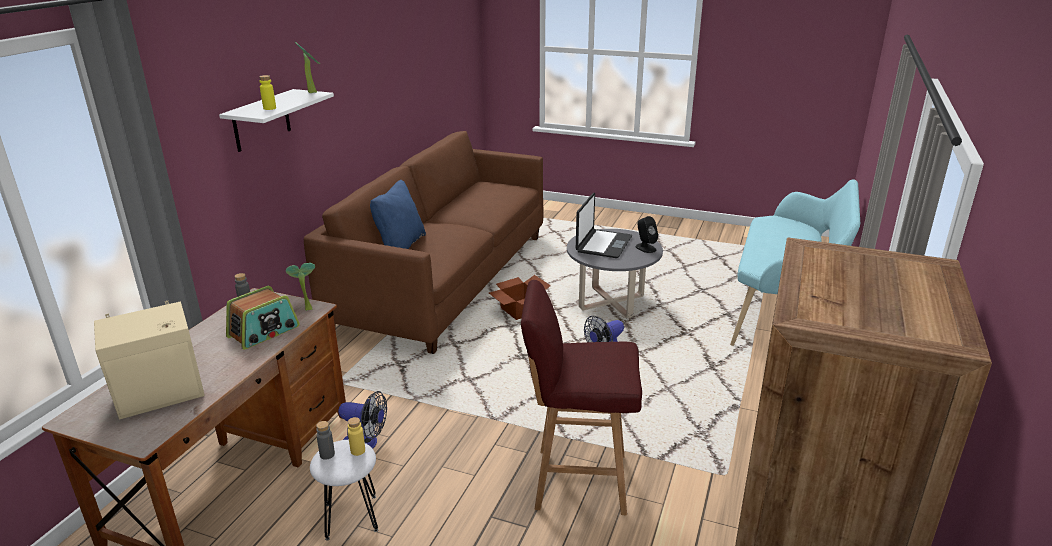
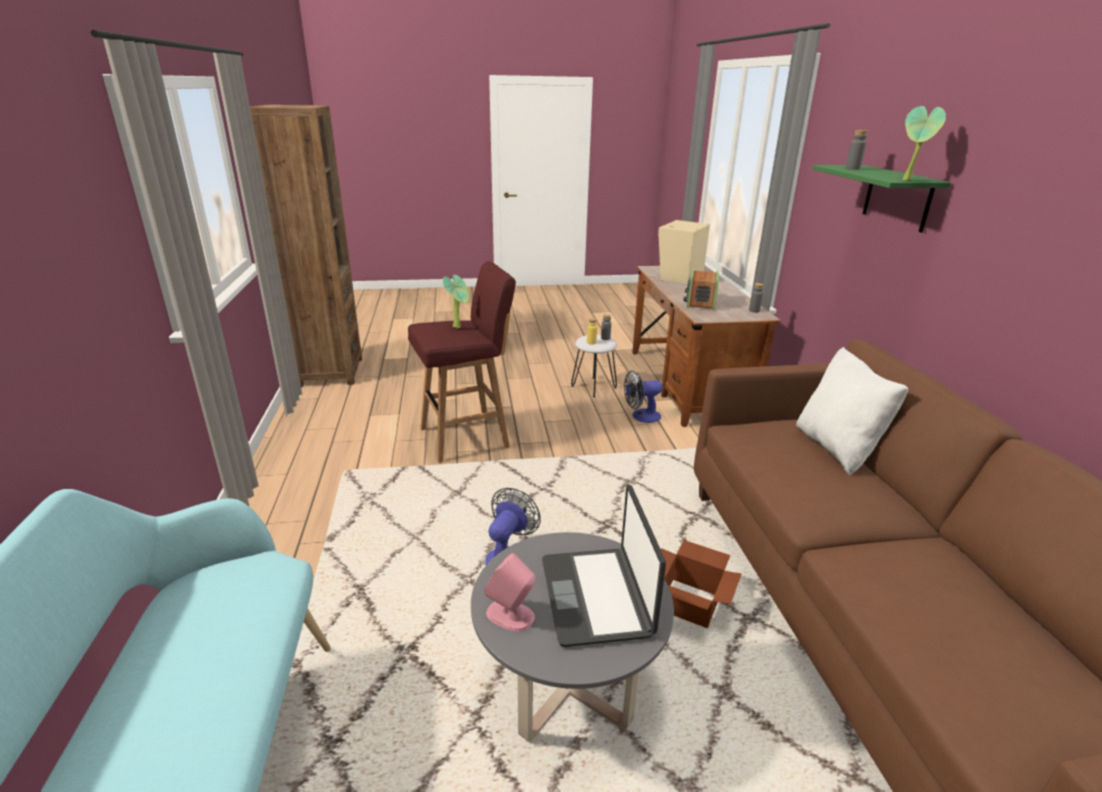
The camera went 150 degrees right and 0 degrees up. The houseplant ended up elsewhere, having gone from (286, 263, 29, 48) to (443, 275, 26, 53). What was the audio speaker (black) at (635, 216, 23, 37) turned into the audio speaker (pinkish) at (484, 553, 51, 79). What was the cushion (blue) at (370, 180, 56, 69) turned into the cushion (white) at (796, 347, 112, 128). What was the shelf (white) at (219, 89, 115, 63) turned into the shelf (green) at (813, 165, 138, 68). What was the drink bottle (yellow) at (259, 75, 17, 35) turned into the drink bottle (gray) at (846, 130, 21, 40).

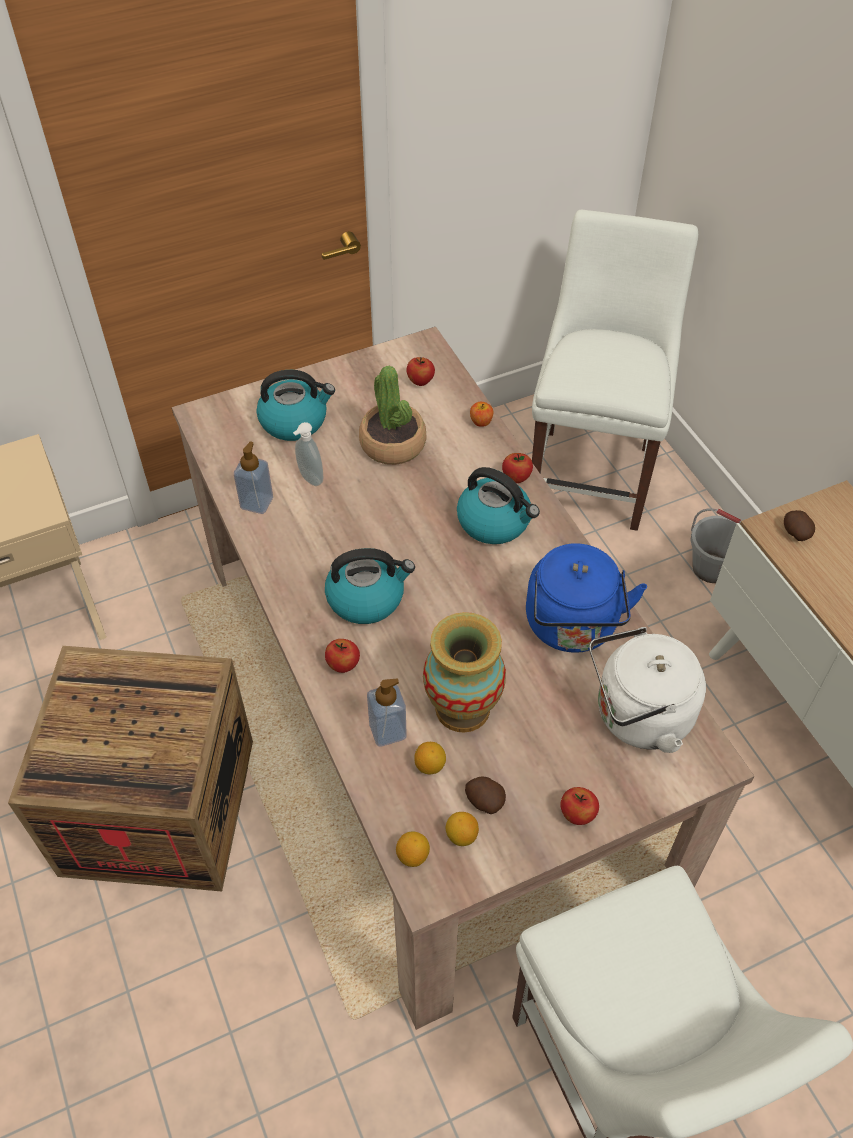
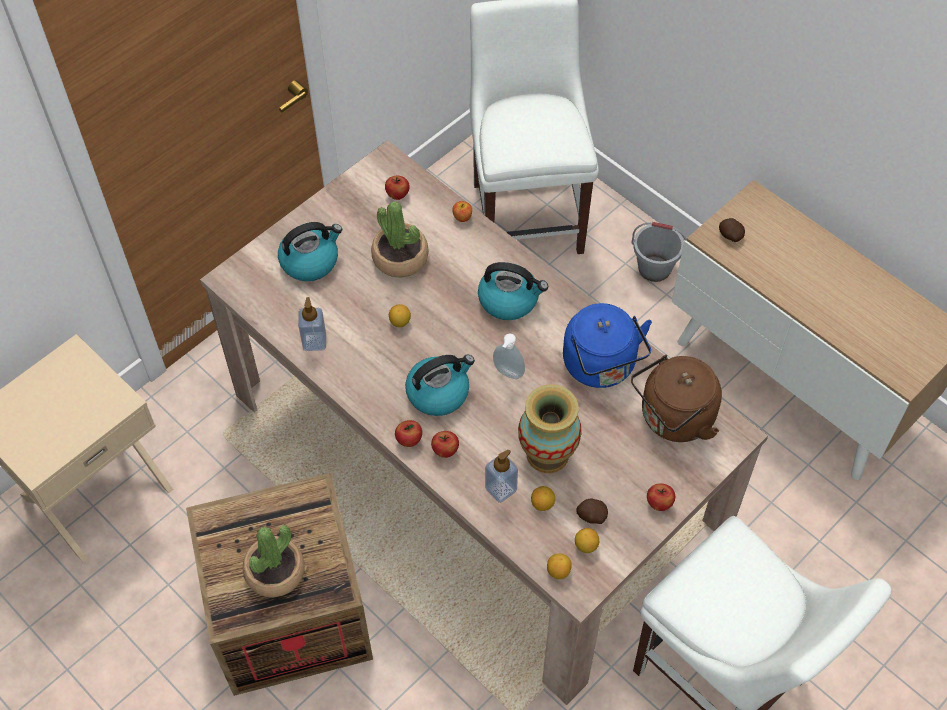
The camera went 20 degrees left and 5 degrees up. The second view gained the houseplant at (243, 525, 61, 72). The second view gained the whole lemon at (389, 304, 22, 23). The whole apple ended up elsewhere, having gone from (502, 453, 31, 30) to (395, 420, 27, 27). The soap dispenser ended up elsewhere, having gone from (293, 422, 30, 64) to (493, 333, 32, 46). What was the water kettle (white) at (590, 627, 116, 126) turned into the water kettle (brown) at (631, 355, 91, 87).

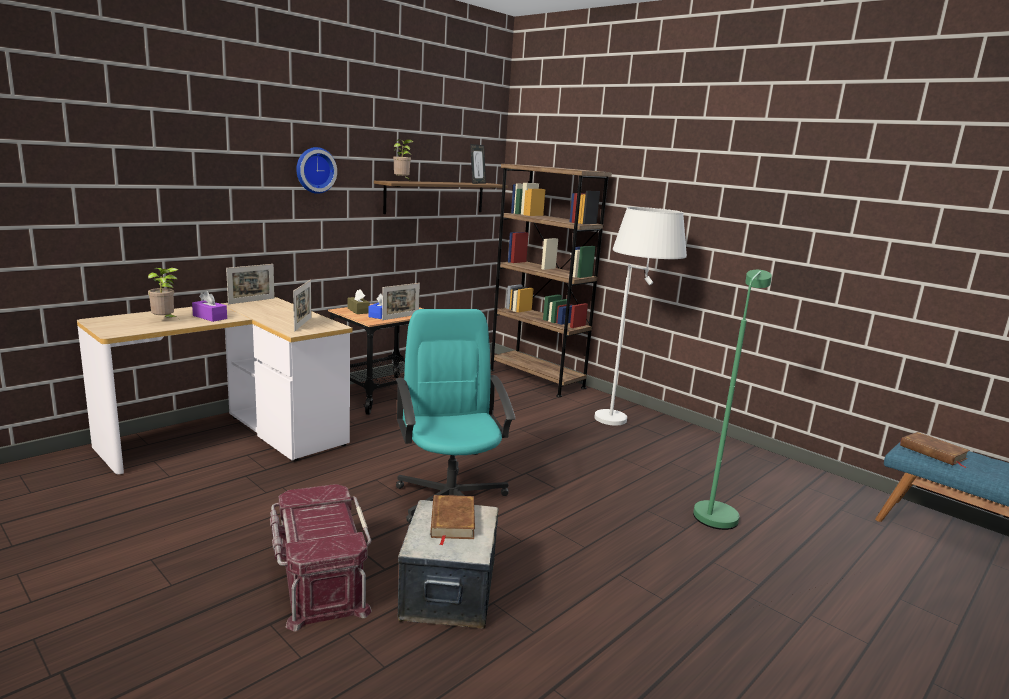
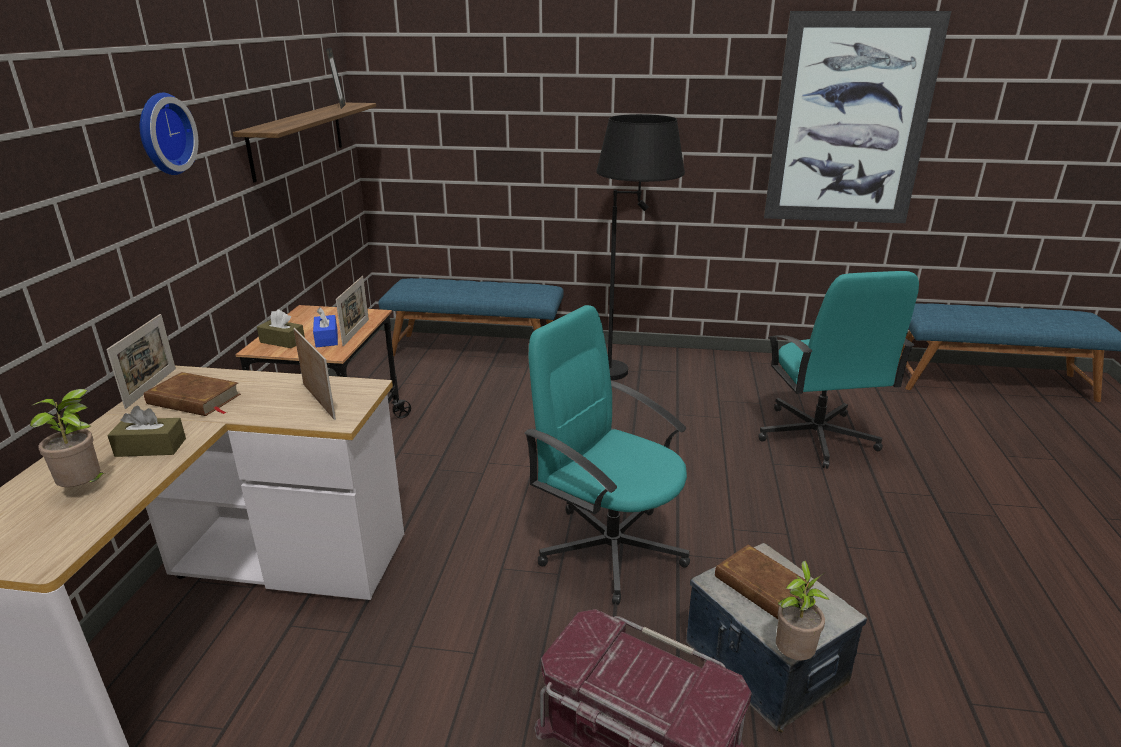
The camera went 35 degrees left and 10 degrees up. What was the box of tissues (purple-coloured) at (192, 291, 35, 31) turned into the box of tissues (brown) at (107, 406, 79, 51). The book (brown) ended up elsewhere, having gone from (900, 432, 70, 36) to (144, 372, 97, 44). Where the bookcase (brown) stood at (490, 164, 122, 233), the long seat (blue) came to stand at (378, 278, 186, 78). What was the floor lamp (white) at (595, 207, 92, 219) turned into the floor lamp (black) at (596, 114, 89, 266). Where the floor lamp (green) stood at (693, 270, 79, 260), the office chair (blue-green) came to stand at (758, 271, 161, 198). The second view gained the wall art at (764, 11, 187, 212). The houseplant ended up elsewhere, having gone from (393, 139, 20, 41) to (776, 561, 54, 99).

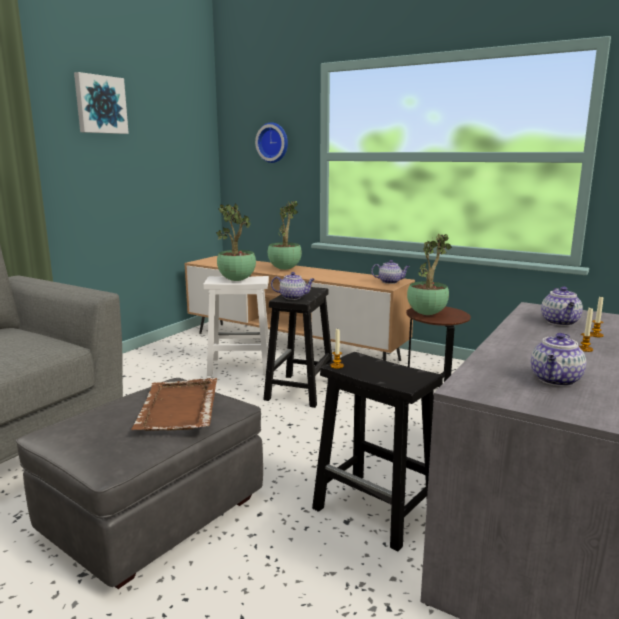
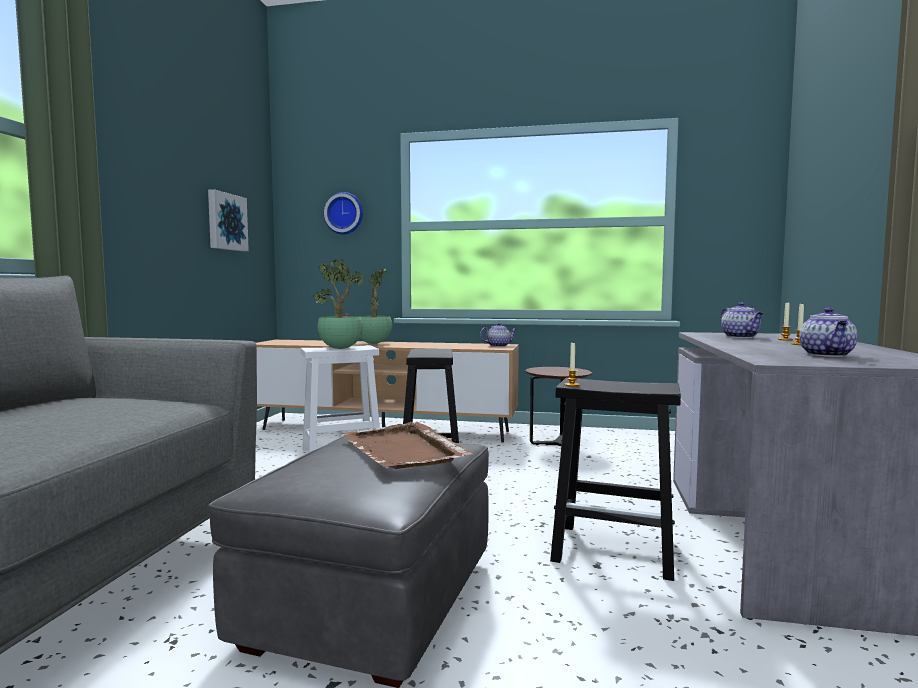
The camera went 20 degrees left and 10 degrees down. The wall art ended up elsewhere, having gone from (74, 72, 55, 62) to (208, 189, 41, 62). The second view lost the teapot at (271, 272, 44, 28). The second view lost the houseplant at (407, 233, 45, 82).

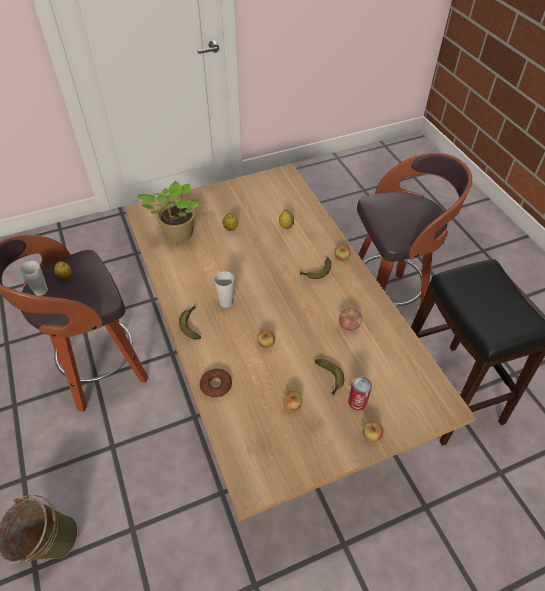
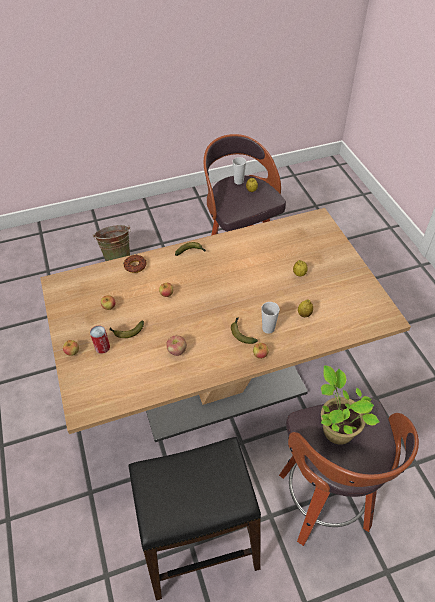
The camera went 95 degrees right and 0 degrees up. The cup ended up elsewhere, having gone from (214, 271, 20, 37) to (261, 302, 19, 32). The houseplant ended up elsewhere, having gone from (137, 181, 62, 62) to (321, 365, 59, 80).

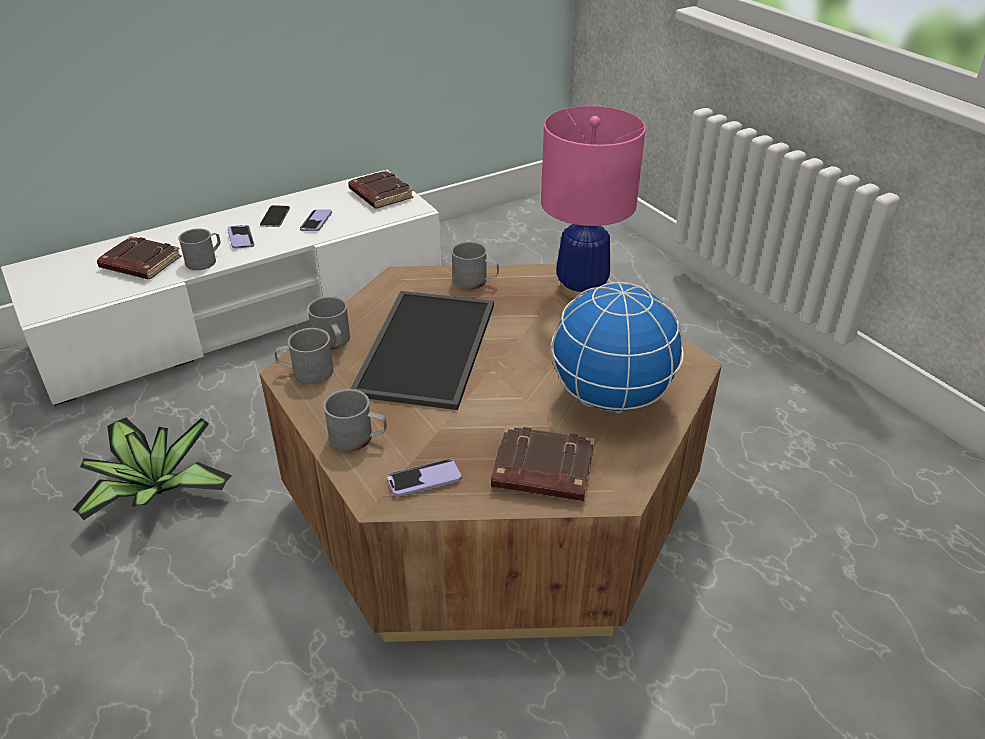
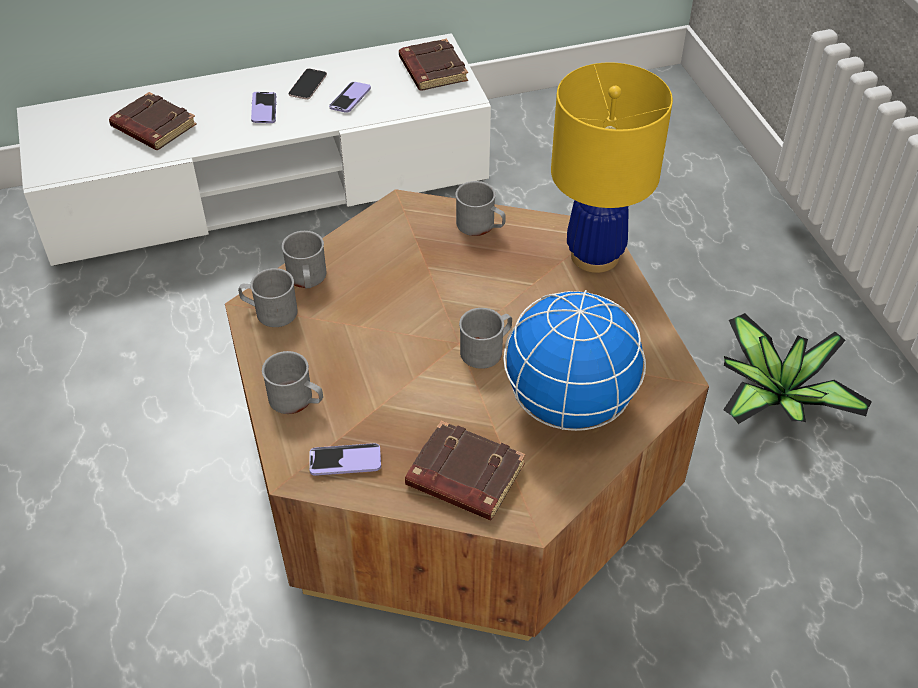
The camera went 15 degrees right and 10 degrees up. The tea mug (gray) ended up elsewhere, having gone from (178, 228, 43, 42) to (459, 308, 53, 61). What was the lamp for a table (pinkish) at (541, 106, 105, 193) turned into the lamp for a table (yellow) at (551, 62, 122, 211). The houseplant ended up elsewhere, having gone from (72, 418, 160, 102) to (723, 313, 149, 111). The second view lost the carrying tray at (350, 291, 144, 119).

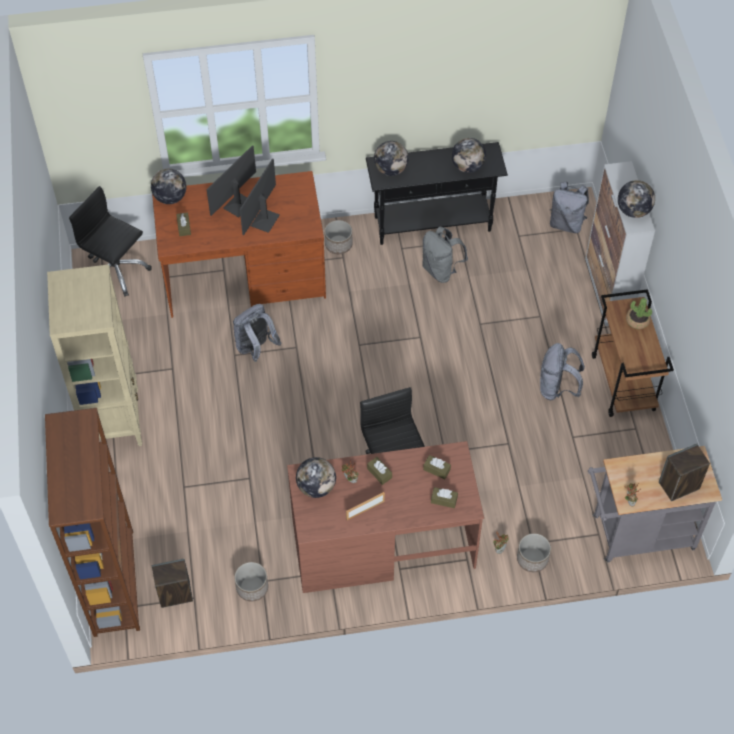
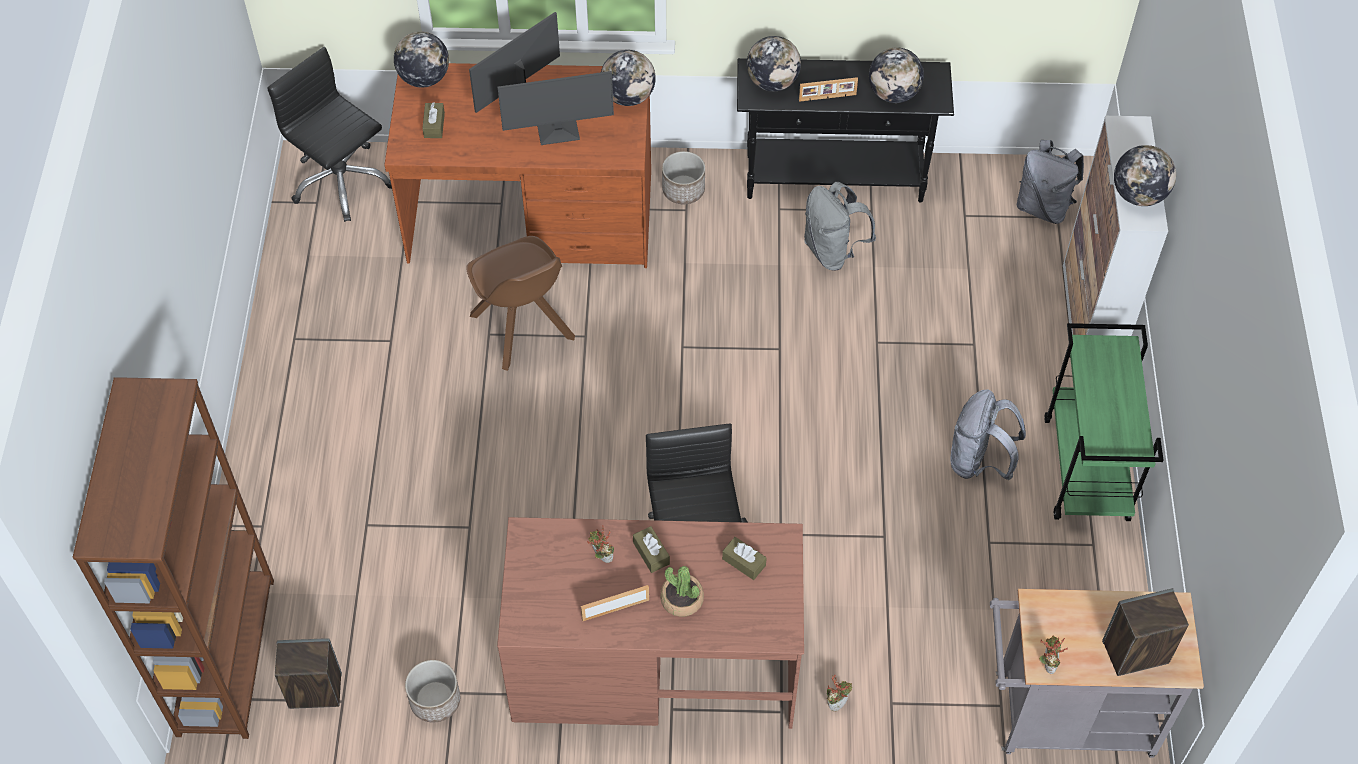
The camera went 10 degrees right and 0 degrees up. Where the knapsack (gray) stood at (233, 304, 48, 58), the upright chair (brown) came to stand at (466, 236, 109, 135). The monitor at (240, 158, 40, 77) ended up facing another way, 135 degrees counterclockwise from before. The world globe ended up elsewhere, having gone from (296, 457, 40, 41) to (601, 50, 55, 56). The houseplant ended up elsewhere, having gone from (626, 298, 26, 31) to (660, 566, 44, 51). The second view gained the photo frame at (799, 77, 59, 25). What was the cart (brown) at (592, 289, 82, 128) turned into the cart (green) at (1044, 323, 119, 198). The second view lost the bookcase (beige-coloured) at (47, 264, 95, 182). The second view lost the box of tissues (brown) at (431, 487, 27, 21). The second view lost the plant pot at (517, 533, 34, 39).

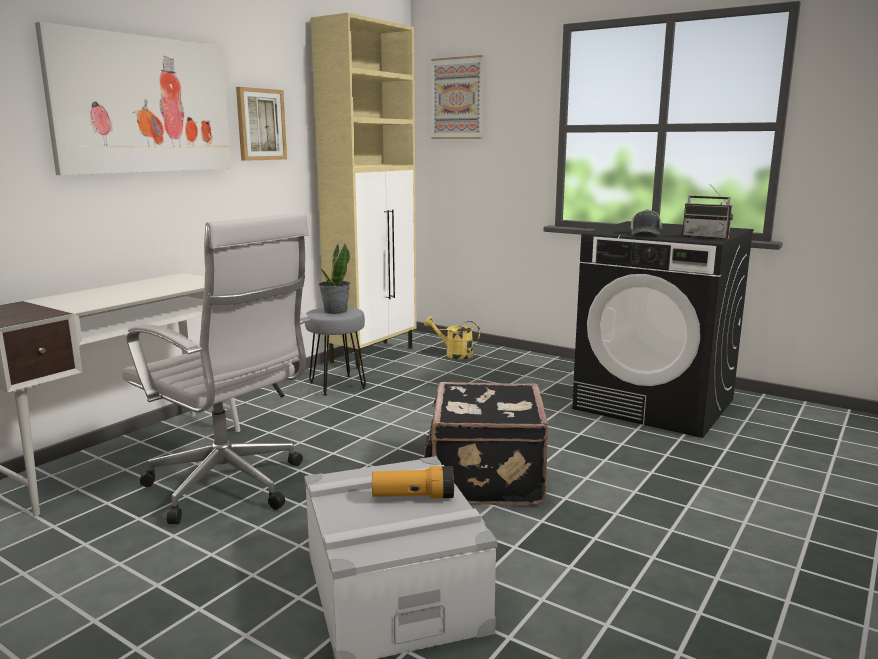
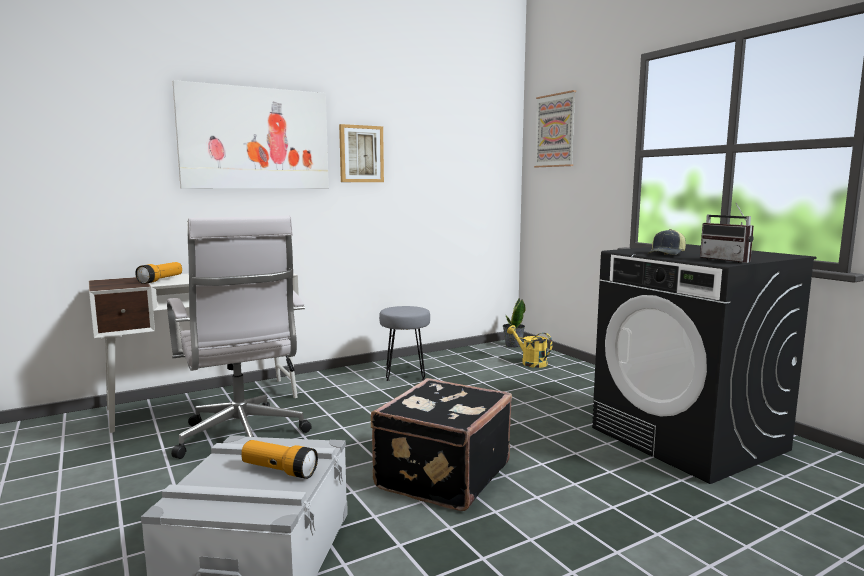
The camera went 25 degrees right and 5 degrees down. The second view gained the torch at (135, 262, 47, 22). The houseplant ended up elsewhere, having gone from (319, 243, 31, 71) to (503, 298, 23, 50). The second view lost the cupboard (beige-coloured) at (311, 13, 106, 356).

